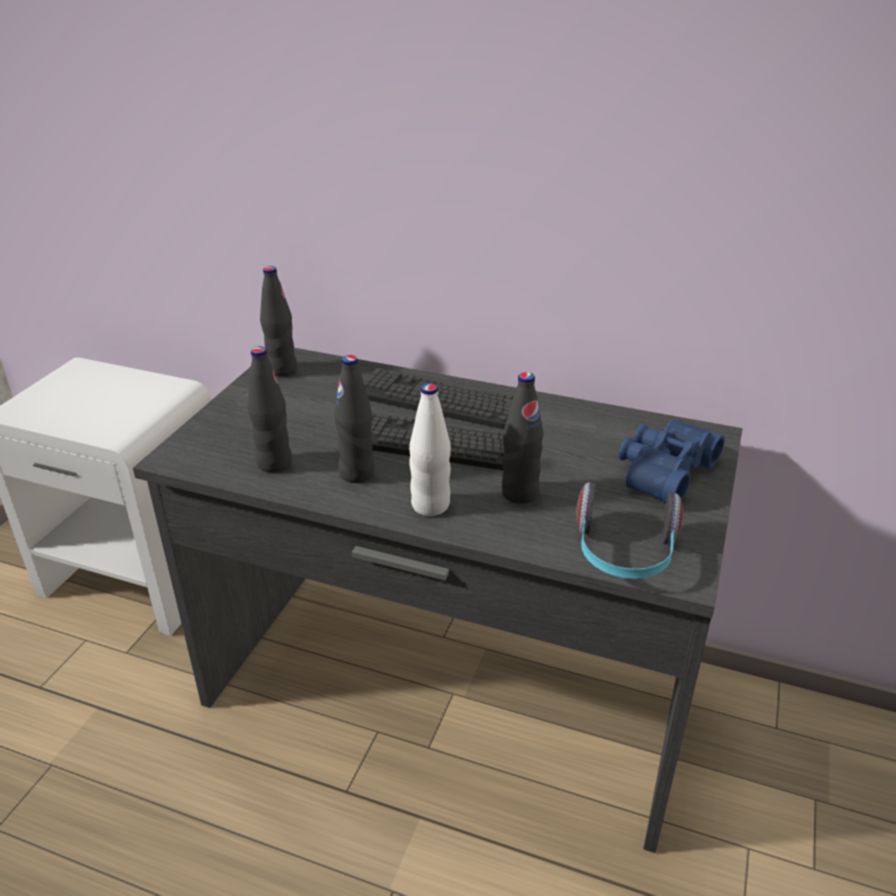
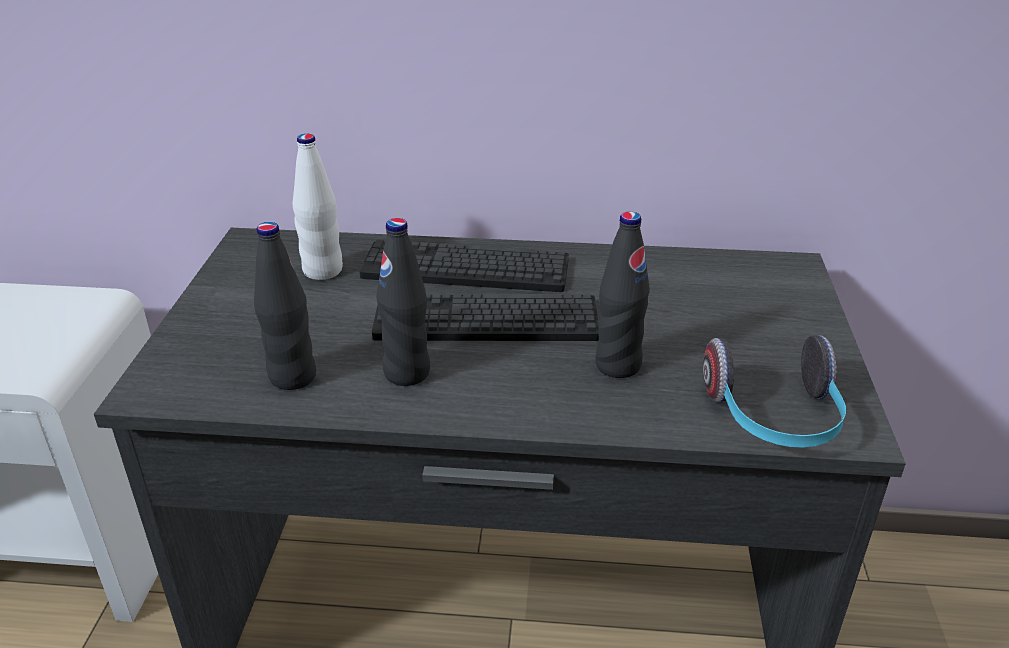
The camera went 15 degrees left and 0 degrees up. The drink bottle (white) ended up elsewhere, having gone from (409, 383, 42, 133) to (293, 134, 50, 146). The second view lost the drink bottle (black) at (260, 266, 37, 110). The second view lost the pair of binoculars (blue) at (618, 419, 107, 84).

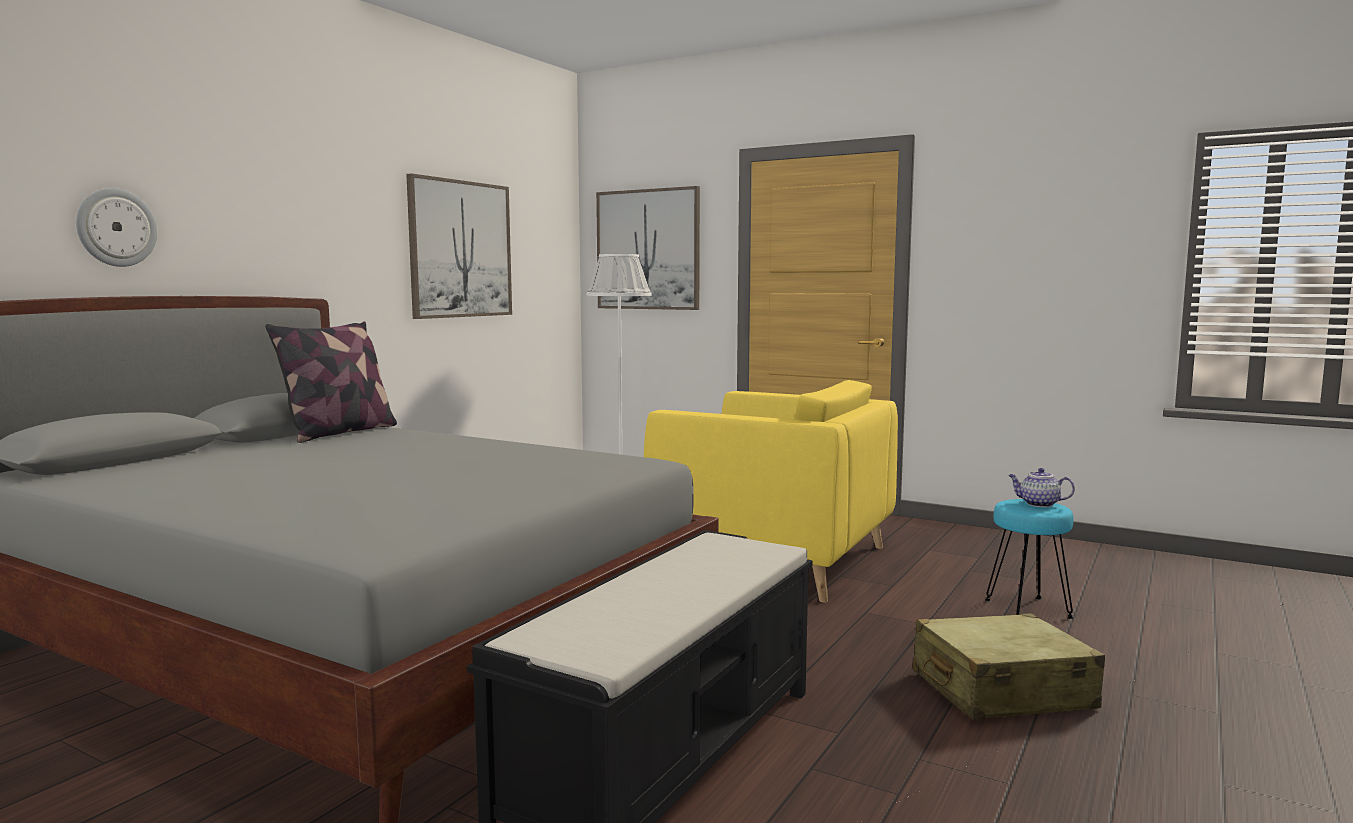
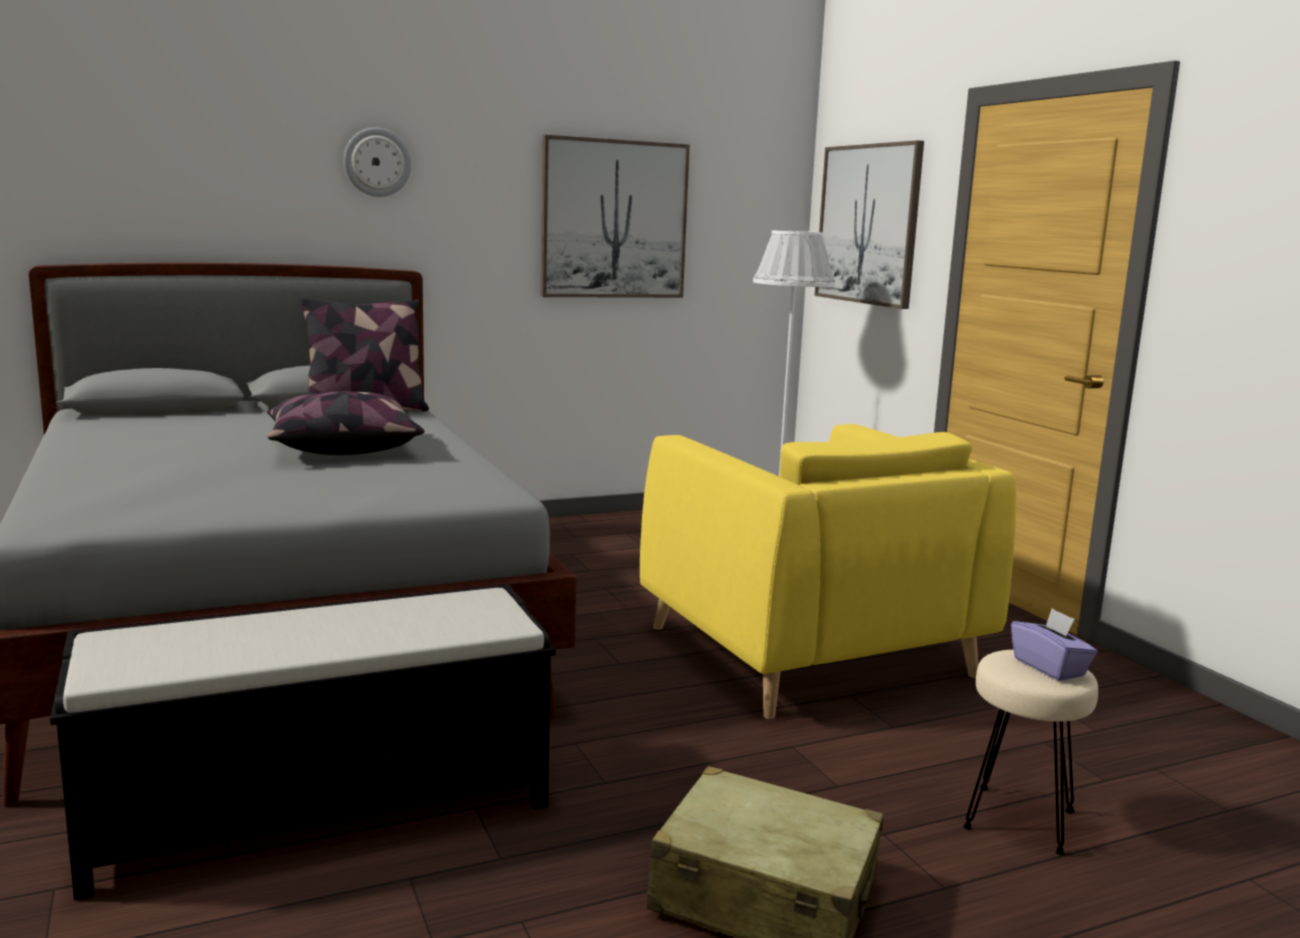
The camera went 35 degrees right and 5 degrees up. The second view gained the cushion at (267, 392, 157, 63). The wall clock ended up elsewhere, having gone from (76, 188, 82, 79) to (344, 127, 68, 70). What was the stool seat (blue-green) at (985, 499, 89, 120) turned into the stool seat (beige-coloured) at (963, 650, 135, 205). Where the teapot stood at (1008, 468, 67, 39), the box of tissues (purple-coloured) came to stand at (1011, 608, 86, 73).

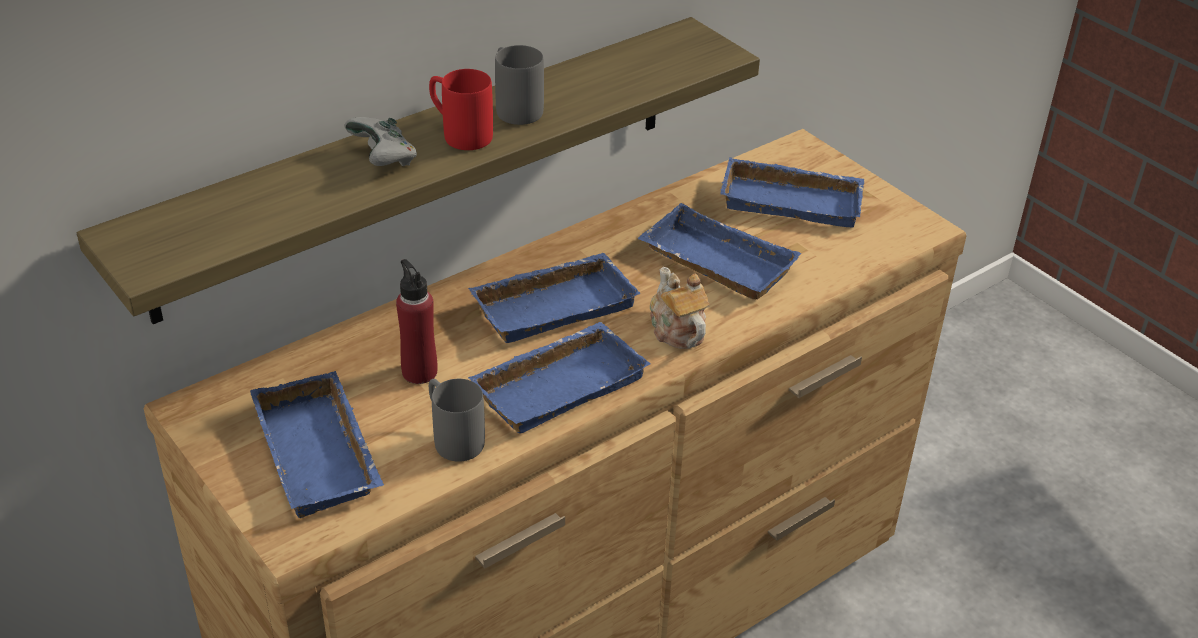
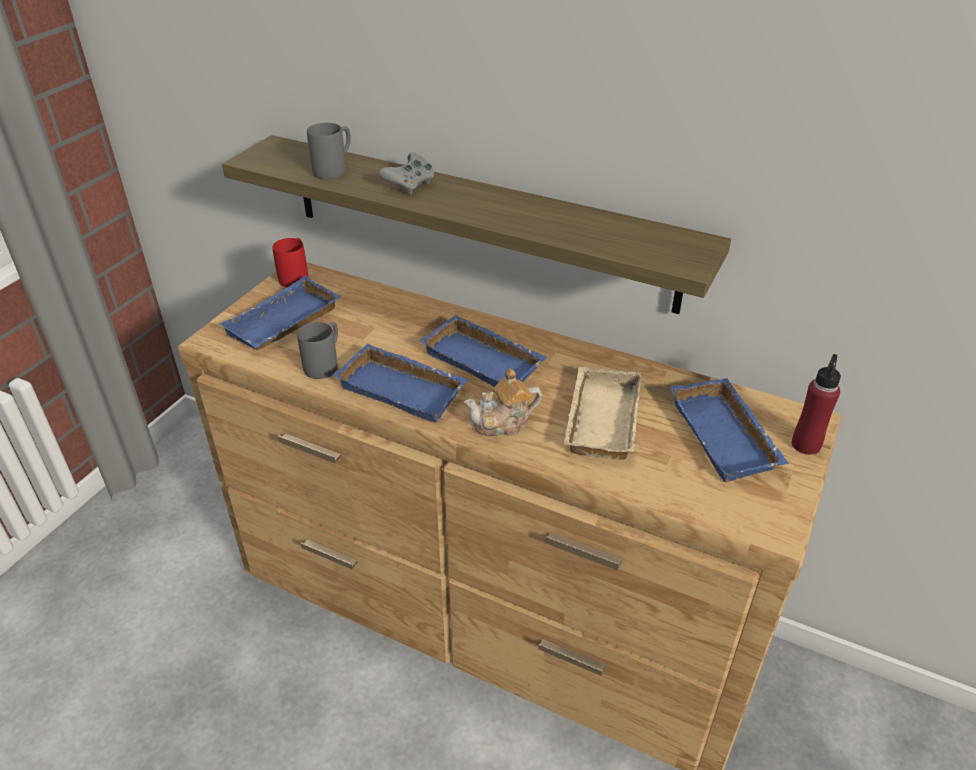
The camera went 65 degrees right and 0 degrees up. The tea mug (reddish) ended up elsewhere, having gone from (429, 69, 64, 81) to (272, 238, 36, 49). The tea mug (gray) ended up elsewhere, having gone from (495, 45, 49, 80) to (307, 123, 44, 57). The teapot at (650, 267, 60, 82) ended up facing another way, 150 degrees counterclockwise from before. What was the carrying tray (blue) at (638, 203, 163, 96) turned into the carrying tray (beige-coloured) at (564, 367, 78, 93). The drink bottle (reddish) ended up elsewhere, having gone from (396, 259, 41, 125) to (792, 354, 49, 101).

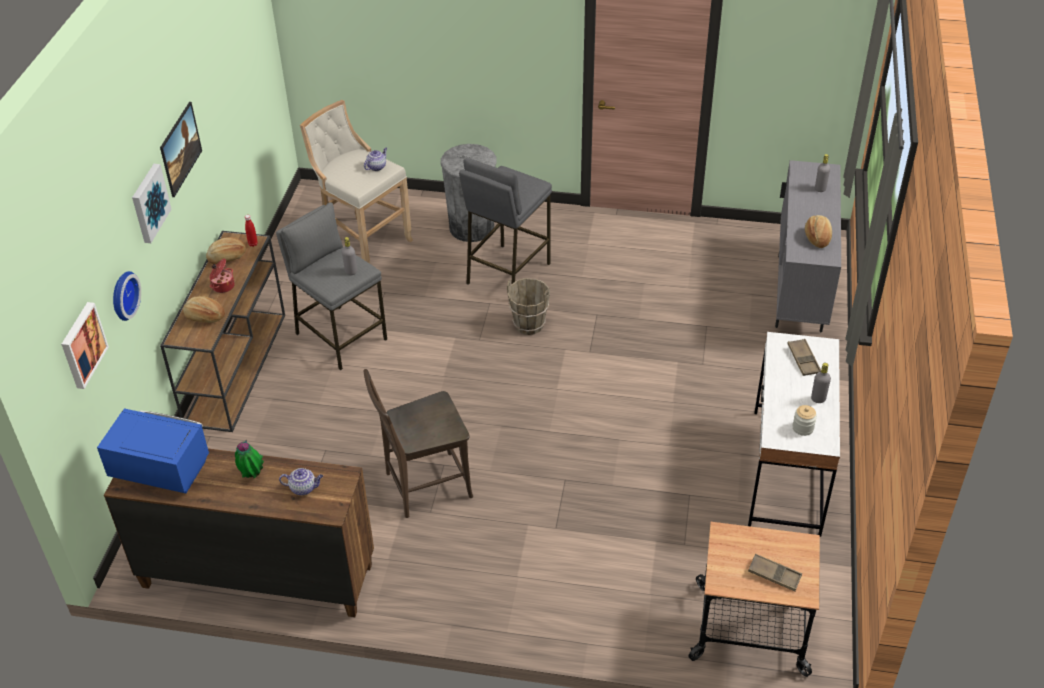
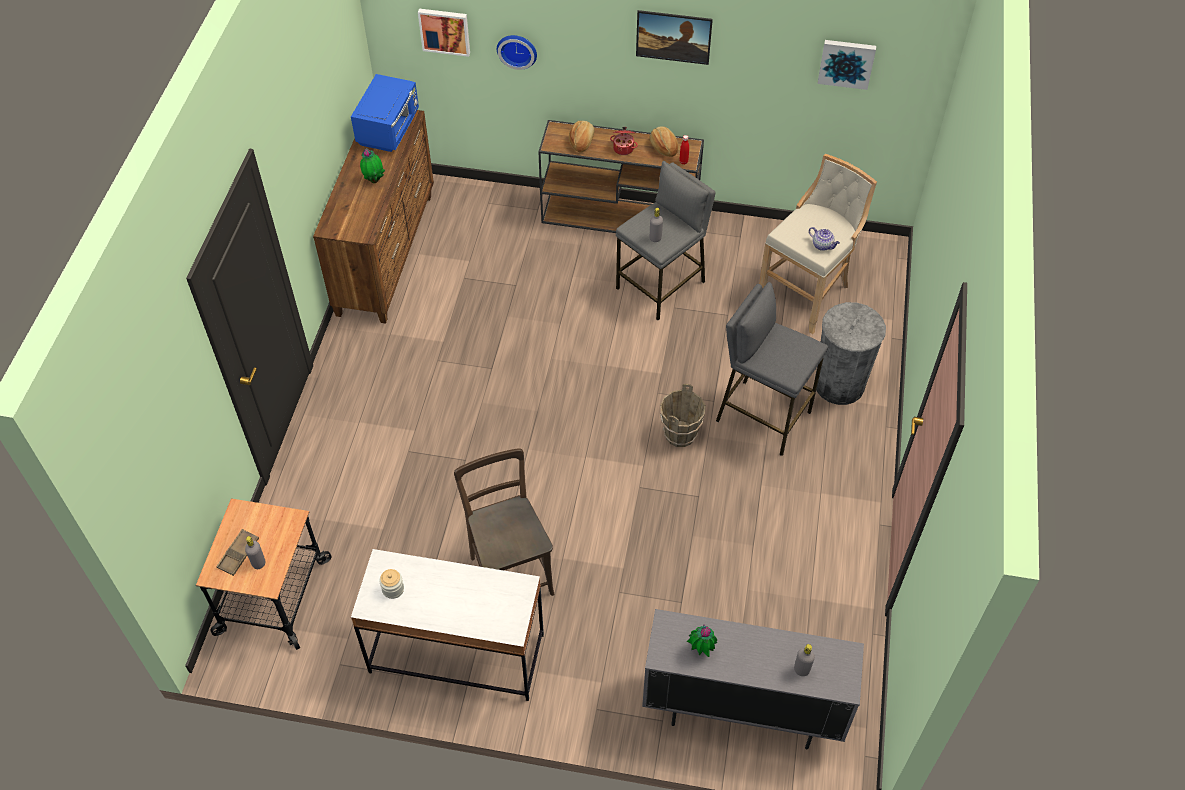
The camera went 90 degrees right and 10 degrees up. The drink bottle (gray) ended up elsewhere, having gone from (811, 363, 20, 40) to (245, 536, 20, 33). The upright chair (brown) ended up elsewhere, having gone from (364, 369, 109, 149) to (454, 448, 100, 148). Where the bread stood at (805, 215, 27, 33), the houseplant came to stand at (686, 624, 31, 33). The wall art ended up elsewhere, having gone from (132, 164, 39, 79) to (818, 40, 58, 50). The second view lost the teapot at (279, 468, 44, 27). The second view lost the carrying tray (brown) at (787, 339, 34, 37).

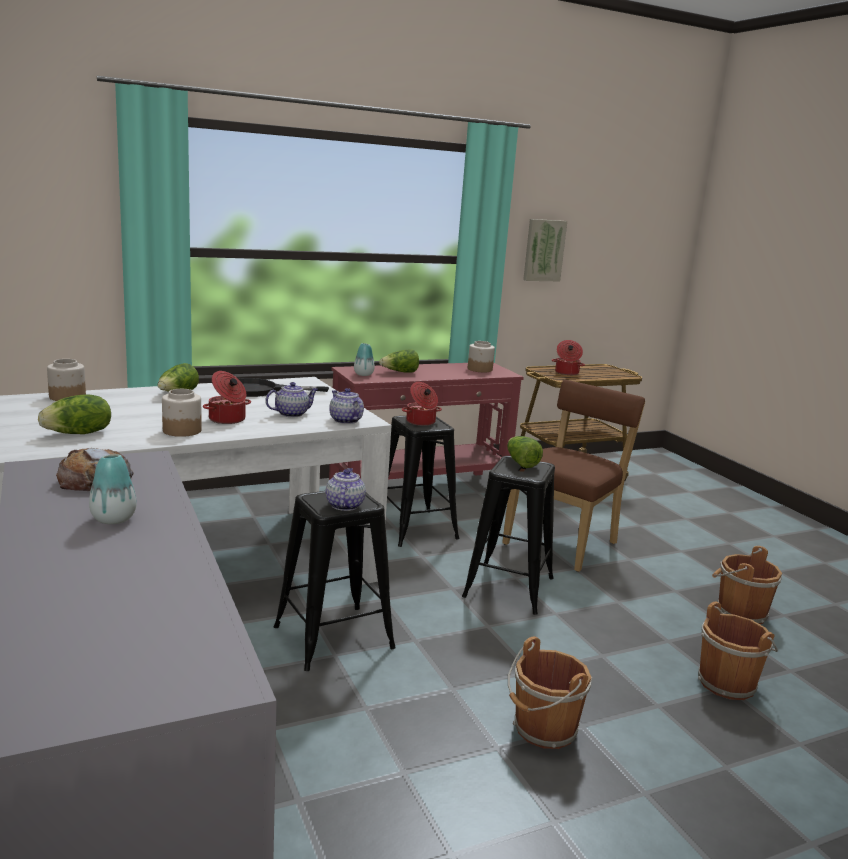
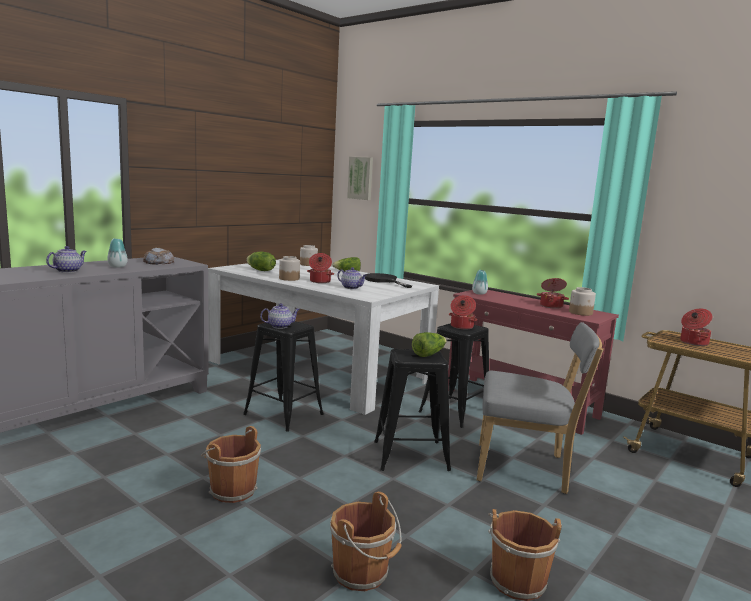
The camera went 65 degrees right and 5 degrees down. The teapot ended up elsewhere, having gone from (329, 388, 35, 36) to (46, 246, 40, 27). The wall art ended up elsewhere, having gone from (523, 219, 44, 62) to (347, 157, 26, 43). What was the upright chair (brown) at (502, 380, 143, 192) turned into the upright chair (gray) at (477, 322, 127, 172). The second view gained the cooking pot at (537, 278, 32, 31). The second view lost the head of lettuce at (379, 349, 40, 23).

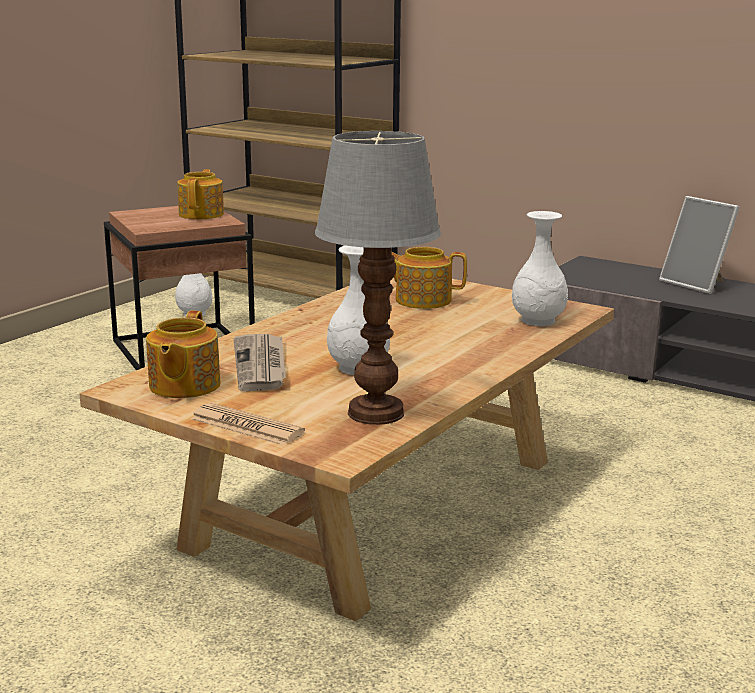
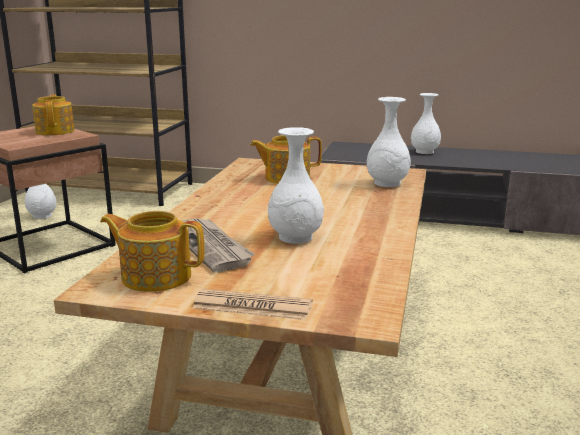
The camera went 20 degrees left and 0 degrees up. The teapot at (146, 310, 75, 88) ended up facing another way, 120 degrees clockwise from before. Where the photo frame stood at (659, 196, 81, 98), the vase (white) came to stand at (411, 93, 30, 61). The second view lost the lamp for a table at (315, 131, 126, 294).

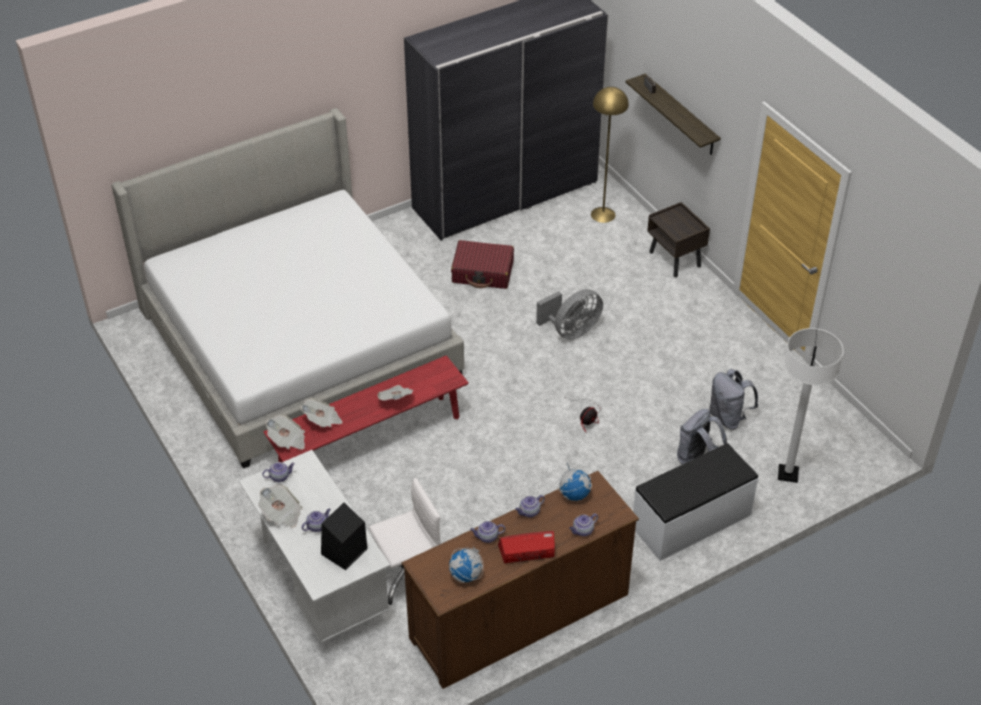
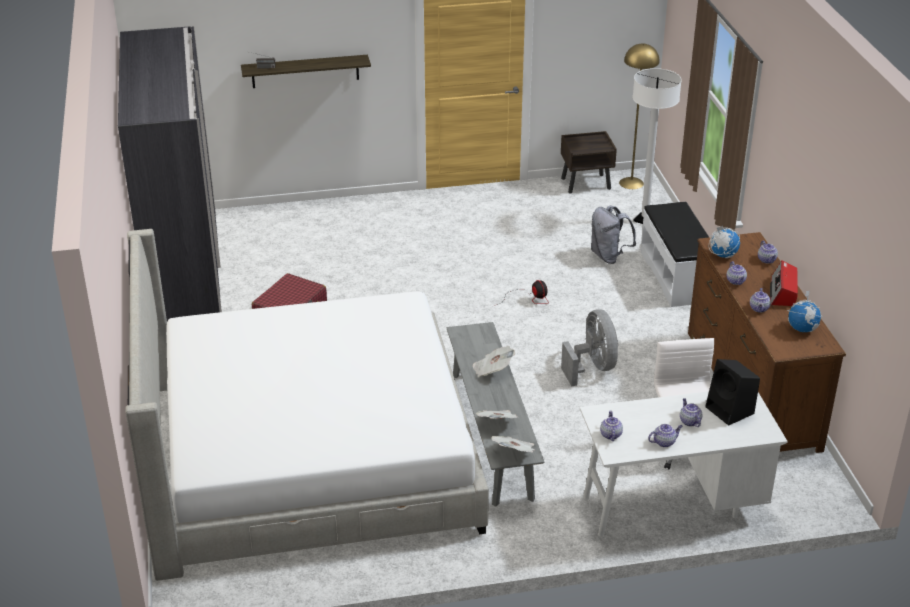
The camera went 70 degrees left and 10 degrees down. What was the long seat (reddish) at (263, 355, 206, 107) turned into the long seat (gray) at (447, 322, 97, 185). The bedside table (brown) ended up elsewhere, having gone from (647, 202, 63, 75) to (561, 131, 56, 62). The fan (gray) ended up elsewhere, having gone from (536, 289, 67, 51) to (561, 309, 57, 77). The floor lamp (yellow) ended up elsewhere, having gone from (591, 87, 38, 136) to (619, 44, 41, 145). Where the newspaper stood at (258, 485, 45, 43), the teapot came to stand at (648, 424, 35, 23). The second view lost the knapsack (gray) at (709, 369, 49, 60).

